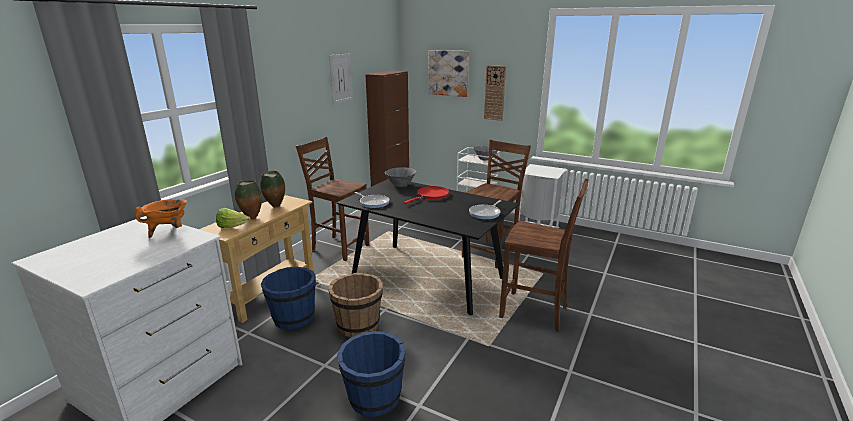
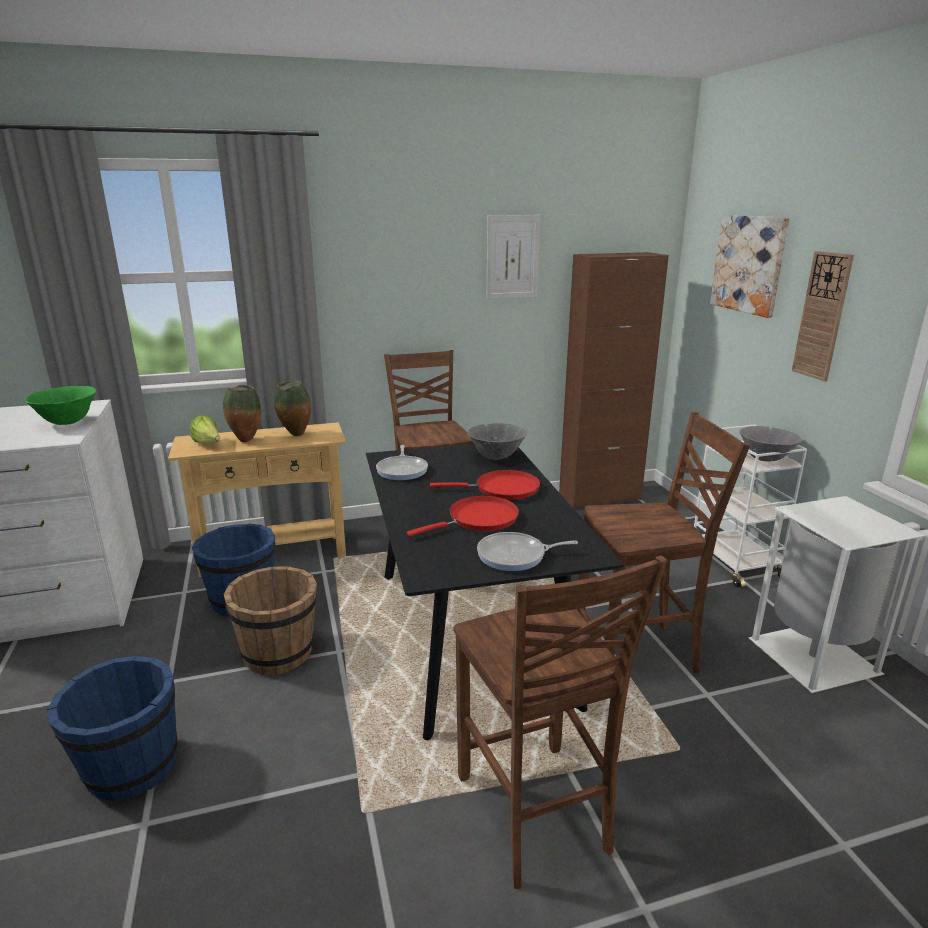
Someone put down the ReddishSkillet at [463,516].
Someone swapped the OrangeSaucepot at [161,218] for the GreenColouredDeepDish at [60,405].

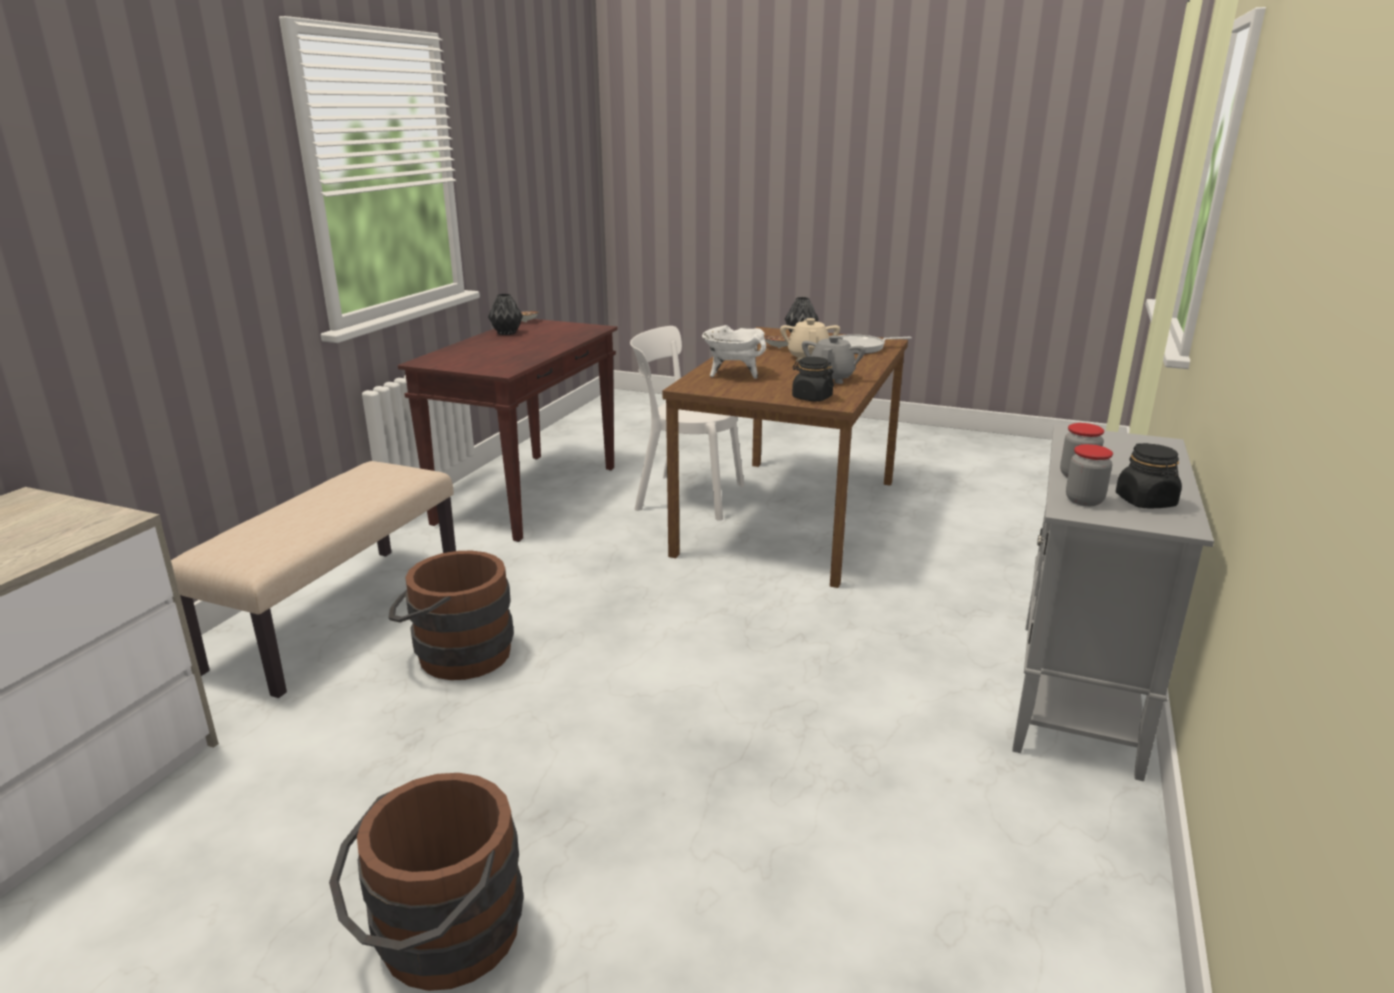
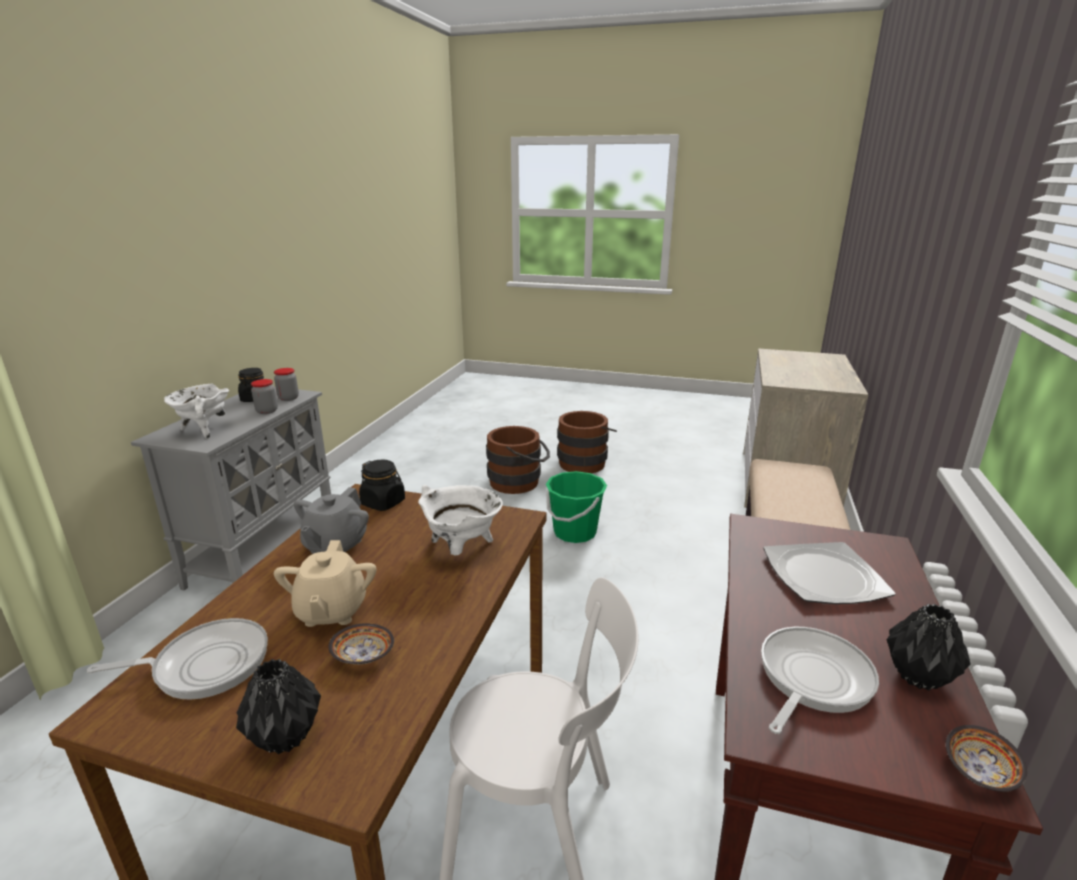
Someone put down the WhitishSaucepot at [196,411].
Someone put down the GreenColouredWaterBucket at [576,507].
Someone put down the Skillet at [820,680].
Someone put down the FlatDish at [829,573].
Someone carried the BrownColouredWaterBucket from [451,615] to [518,460].

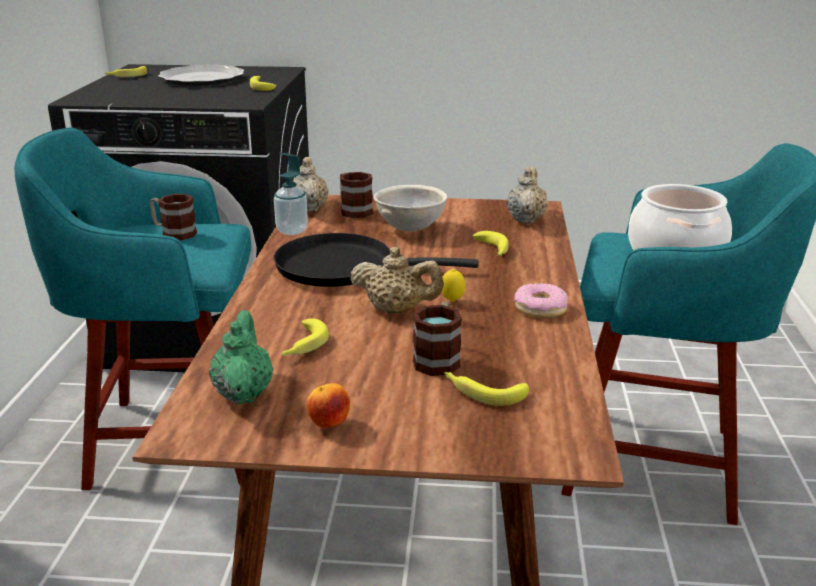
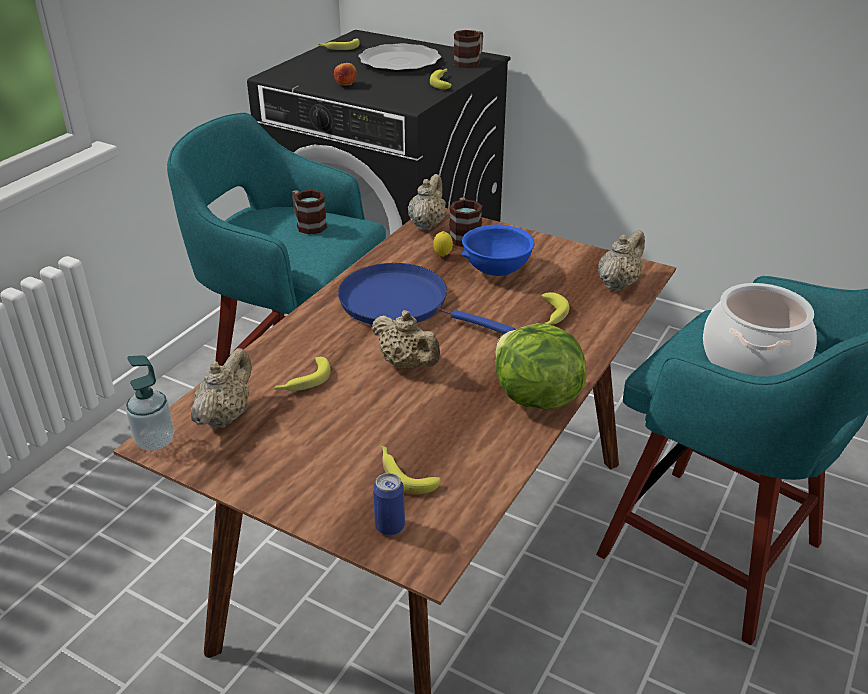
Someone put down the Can at [389,504].
Someone carried the SoapDispenser from [291,194] to [150,403].
Someone carried the WholeApple from [328,405] to [345,74].
Someone carried the CoffeeMug from [437,339] to [468,49].
Someone carried the CitrusFruit from [453,285] to [443,244].
Someone swapped the Doughnut at [541,300] for the LettuceHead at [541,366].
Someone repainted the GreenColouredPotForTea at [241,357], which became the BeigePotForTea at [221,388].
Someone repainted the BlackColouredSkillet at [376,260], which became the BluishSkillet at [426,298].
Someone repainted the GreyDeepDish at [410,208], which became the BluishDeepDish at [497,250].

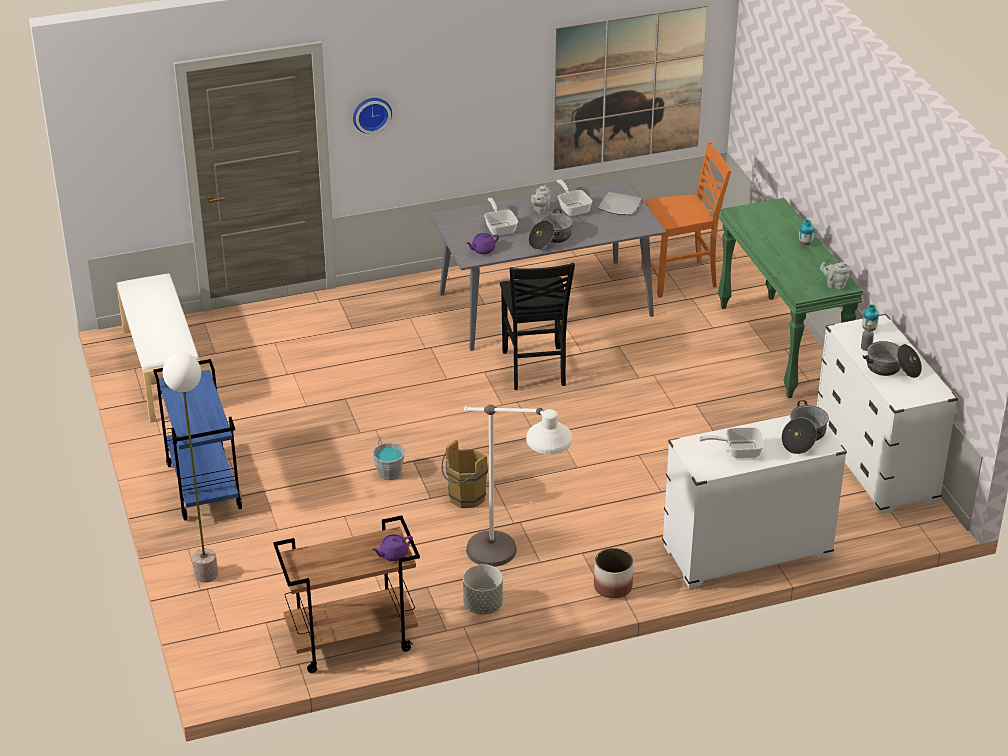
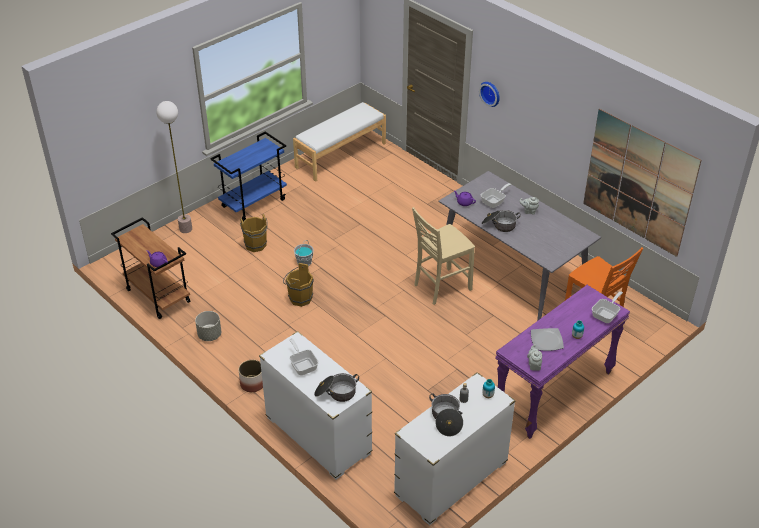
Someone took away the WhitishStandardLamp at [518,486].
Someone put down the BrownColouredWaterBucket at [254,233].
Someone carried the Skillet from [574,197] to [607,307].
Someone carried the FlatDish from [620,203] to [547,339].
Someone repainted the BlackColouredPlainChair at [537,326], which became the BeigePlainChair at [443,256].
Someone repainted the GreenColouredConsoleTable at [790,298], which became the PurpleColouredConsoleTable at [562,362].

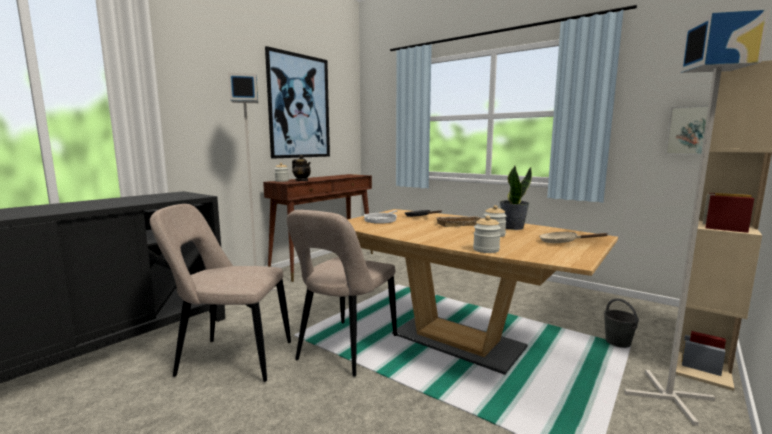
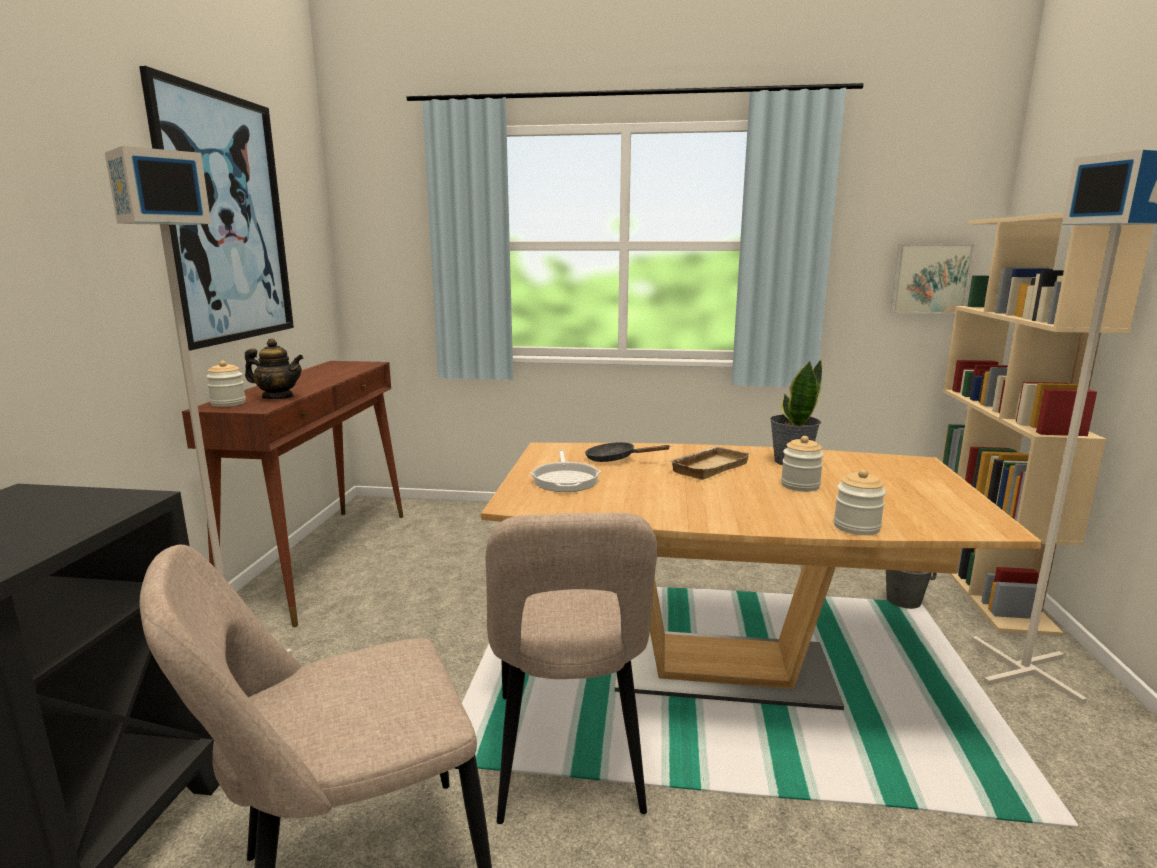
Someone took away the BeigeSkillet at [573,237].

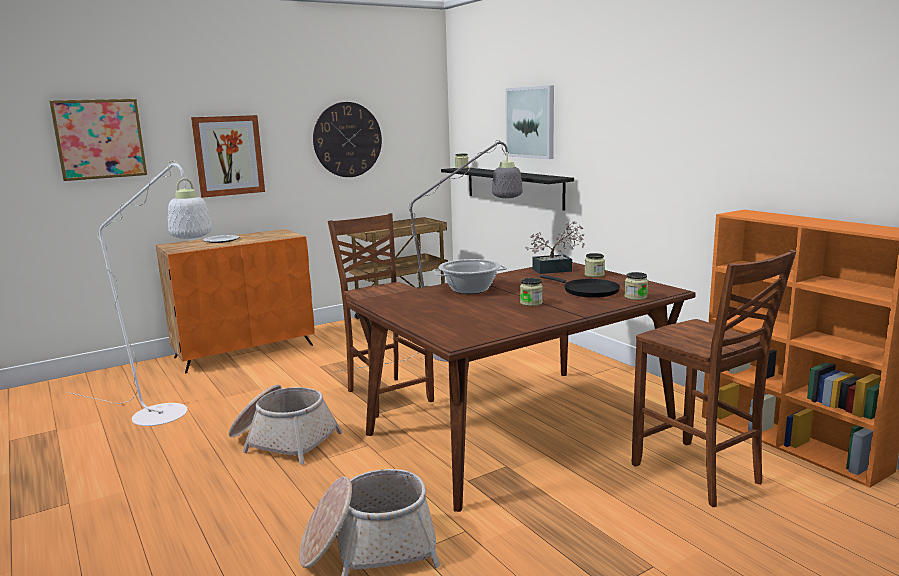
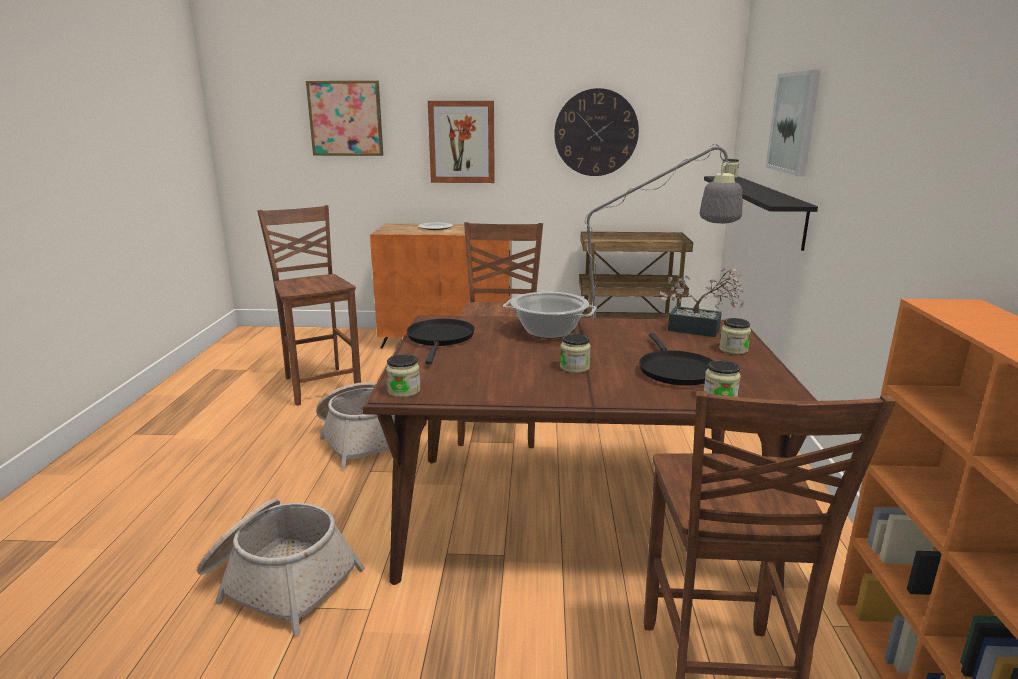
Someone put down the Jar at [403,375].
Someone put down the BlackColouredSkillet at [441,341].
Someone swapped the WhitishStandardLamp at [139,293] for the BrownColouredPlainChair at [309,305].

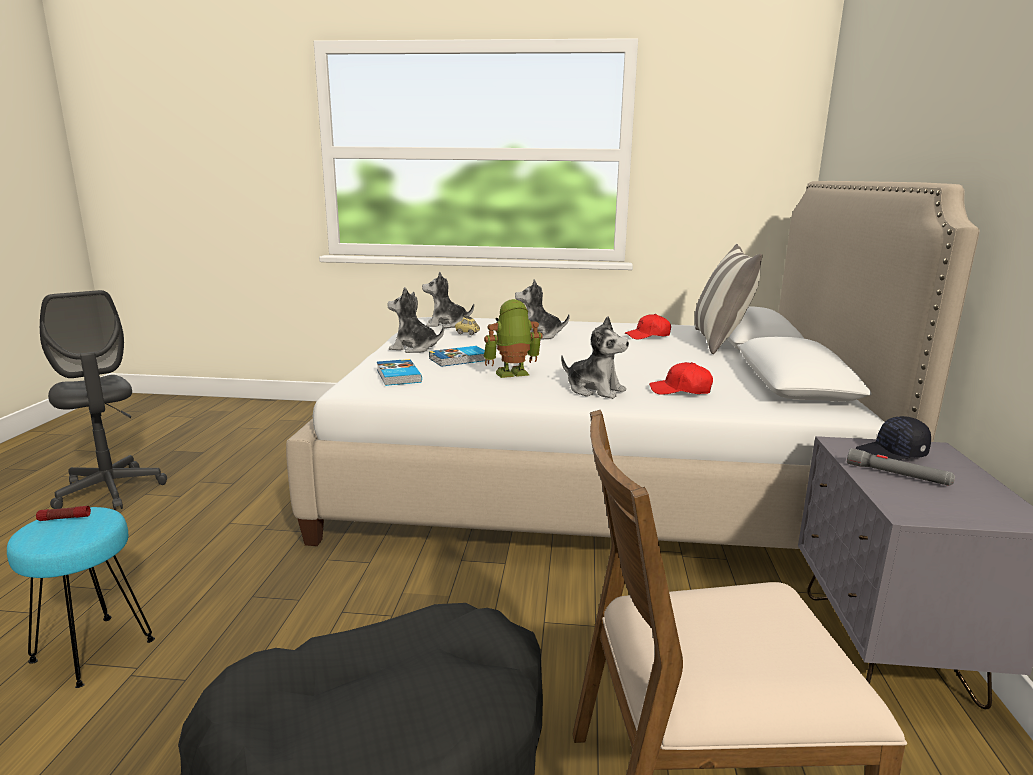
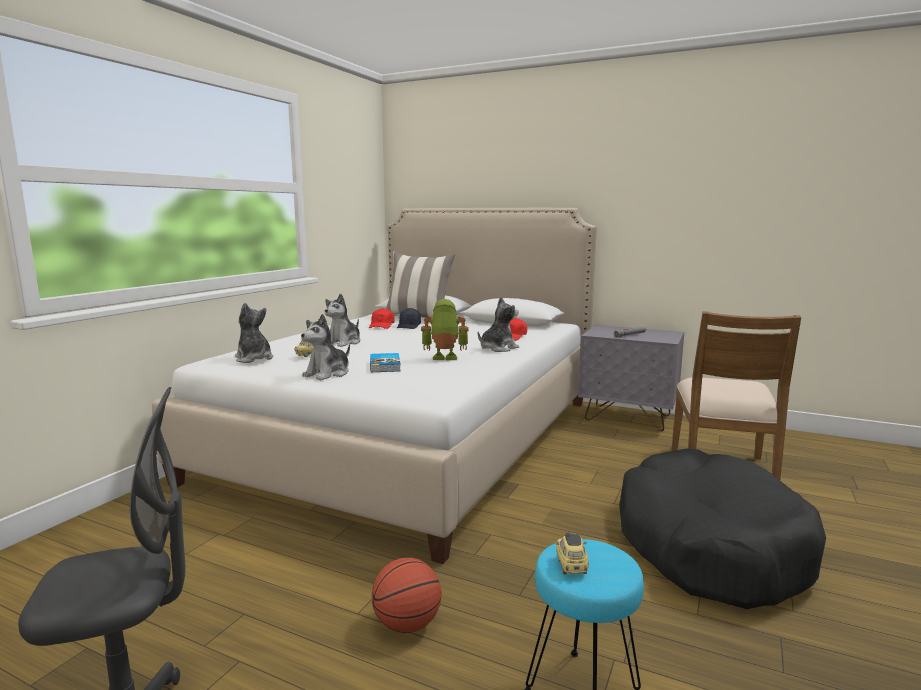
Someone took away the BoundBook at [399,372].
Someone put down the BasketballBall at [406,595].
Someone carried the BlackColouredPeakedCap from [893,438] to [409,318].
Someone swapped the HandTorch at [63,513] for the ModelCar at [572,553].
Someone rotated the PlushToy at [448,299] by 120 degrees clockwise.
Someone rotated the ModelRobot at [513,338] by 90 degrees clockwise.

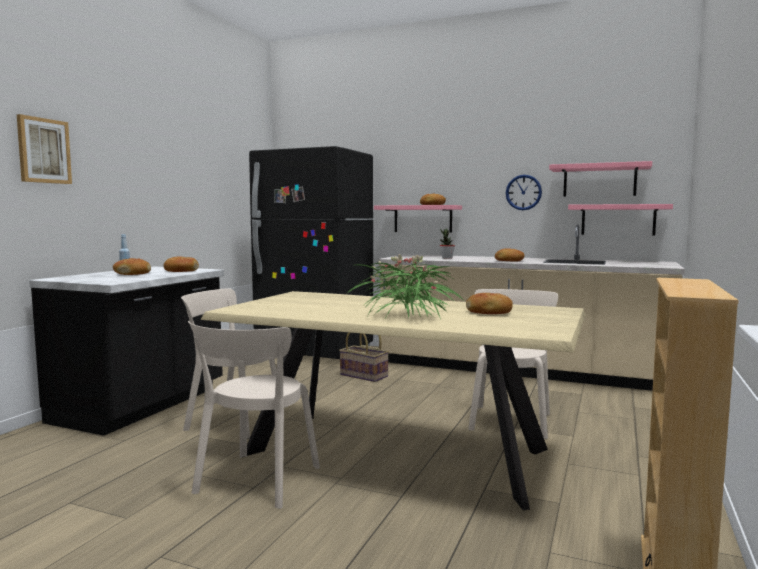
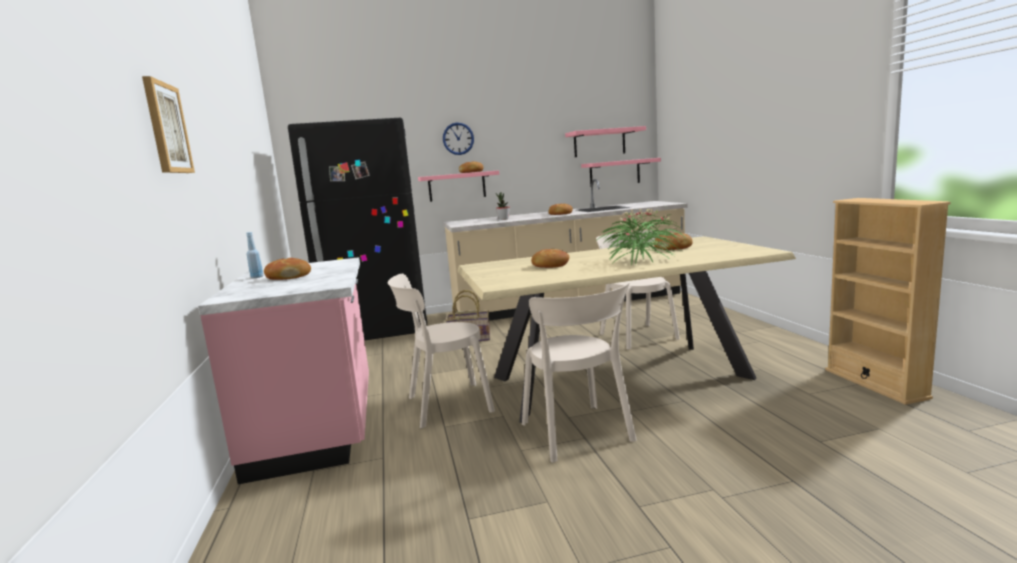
Someone carried the BakedBread from [181,264] to [550,258].
Someone carried the HangingClock from [524,192] to [458,138].
Someone repainted the BlackColouredCounter at [126,351], which became the PinkColouredCounter at [283,370].

